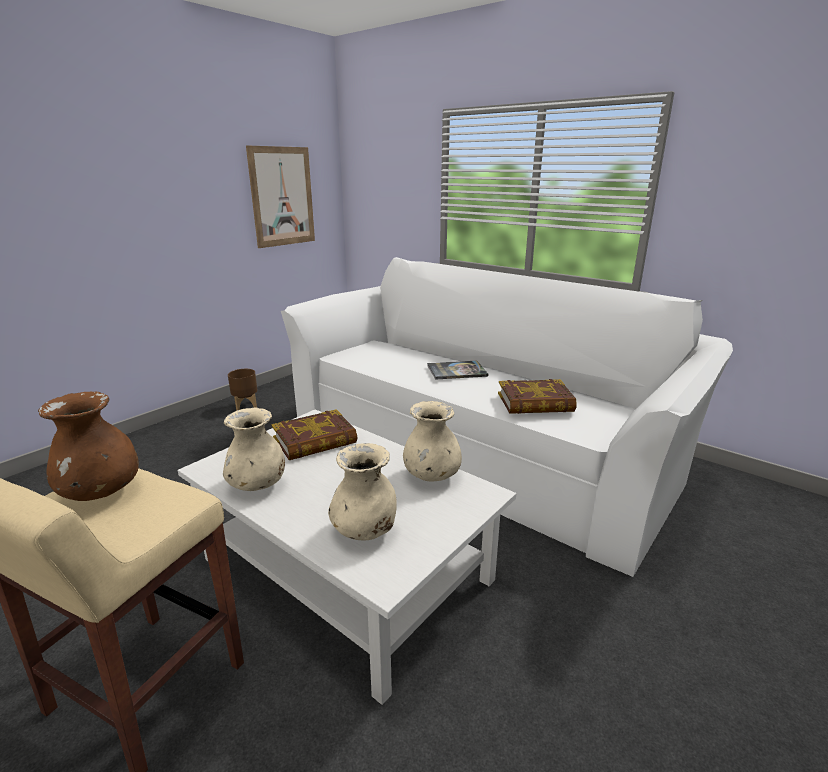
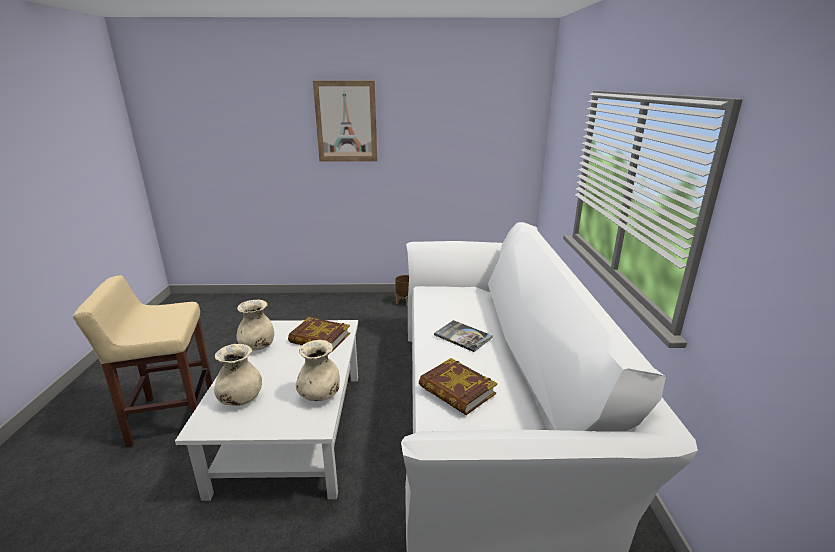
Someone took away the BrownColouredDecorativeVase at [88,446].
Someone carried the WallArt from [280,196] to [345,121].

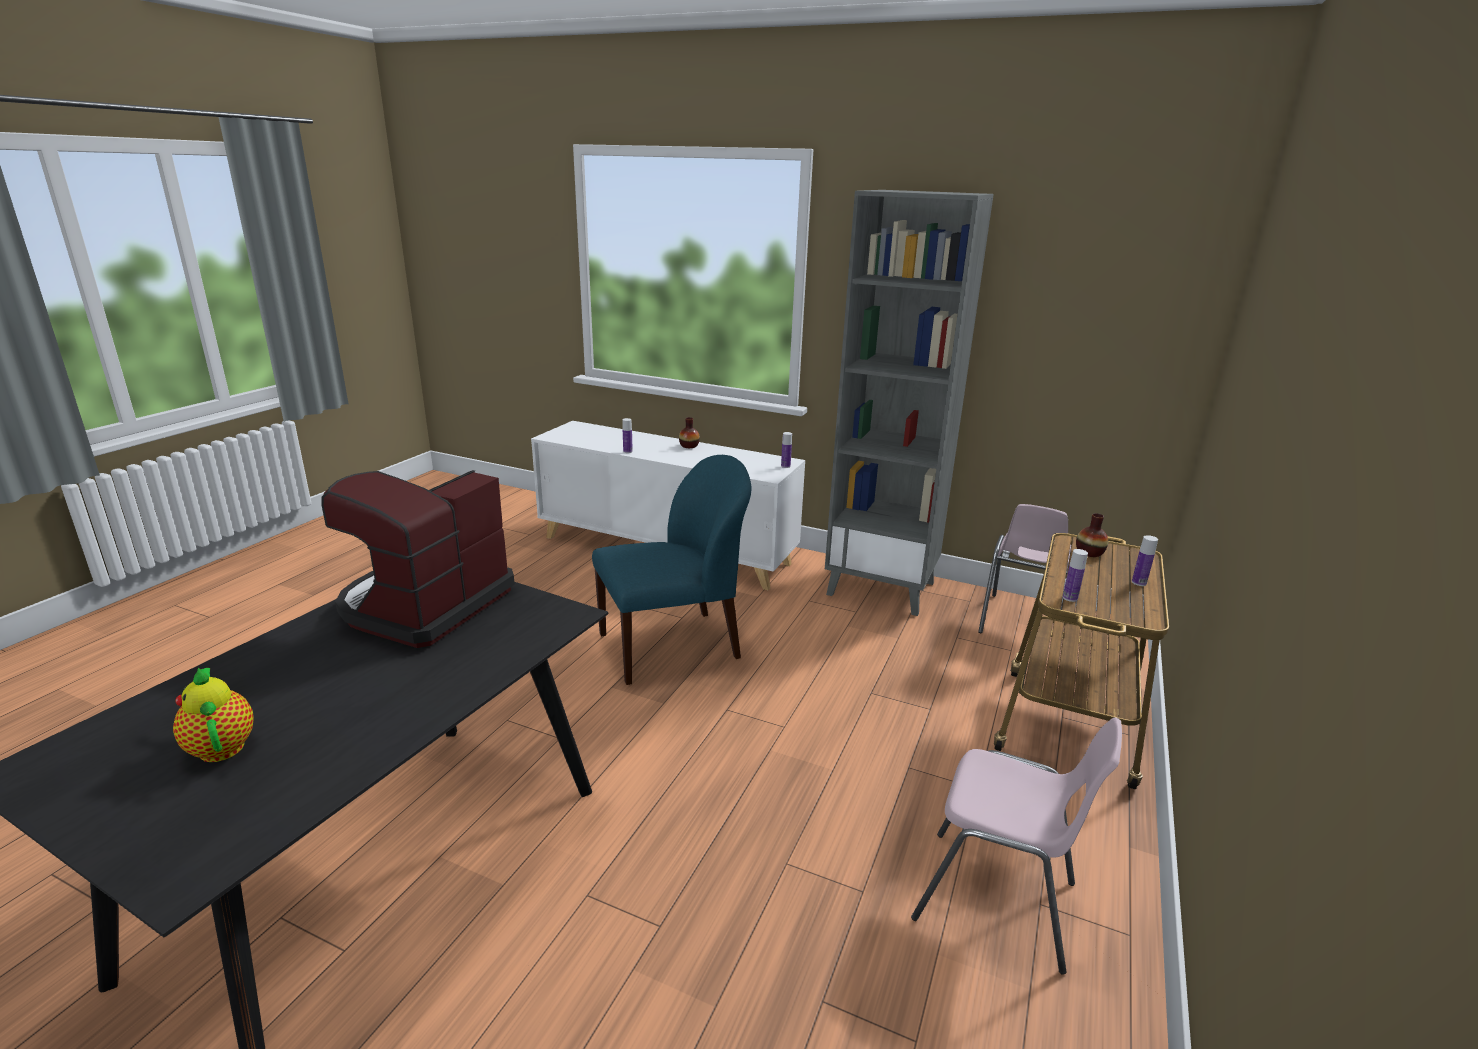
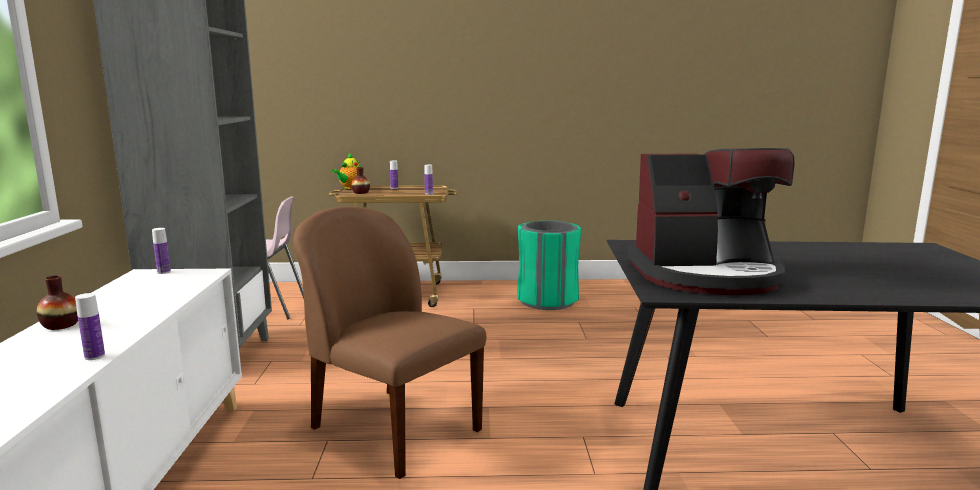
Someone carried the PotForTea from [213,714] to [348,171].
Someone swapped the PinkColouredPlainChair at [1016,846] for the GreenColouredWasteBin at [549,265].
Someone repainted the BluishPlainChair at [671,570], which became the BrownColouredPlainChair at [390,342].

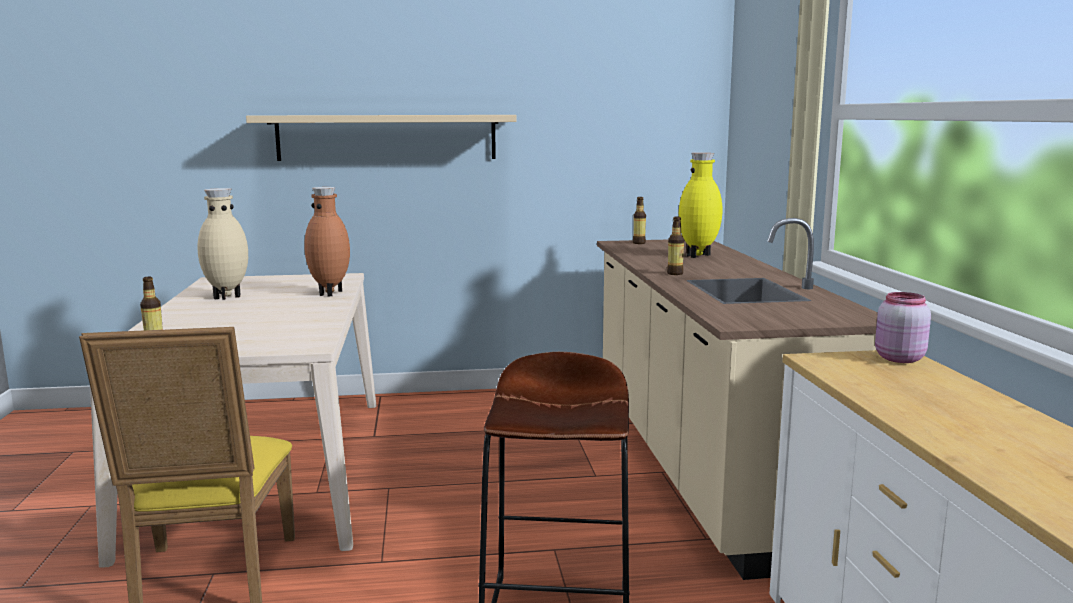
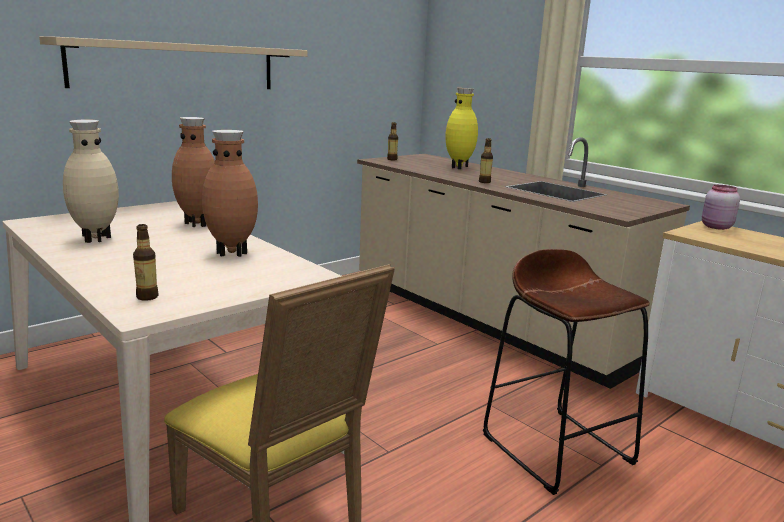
Someone put down the BrownColouredDecorativeVase at [230,193].

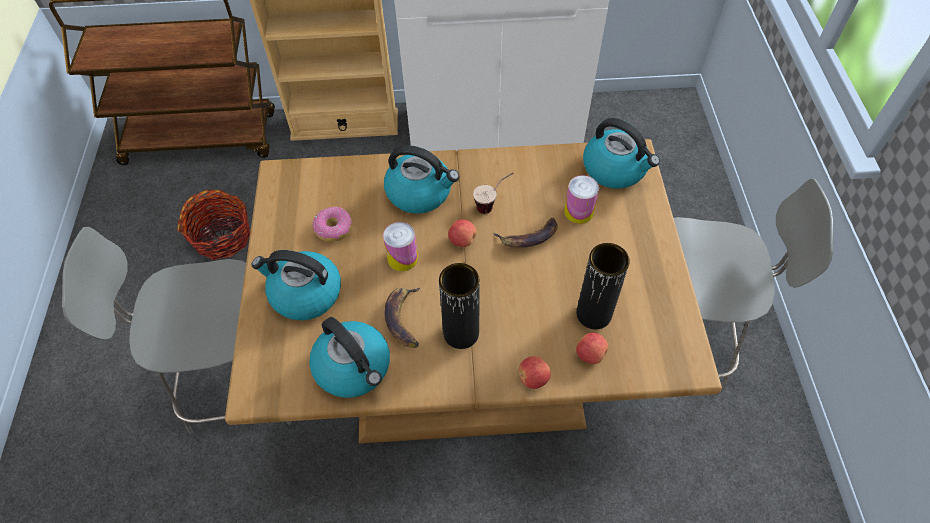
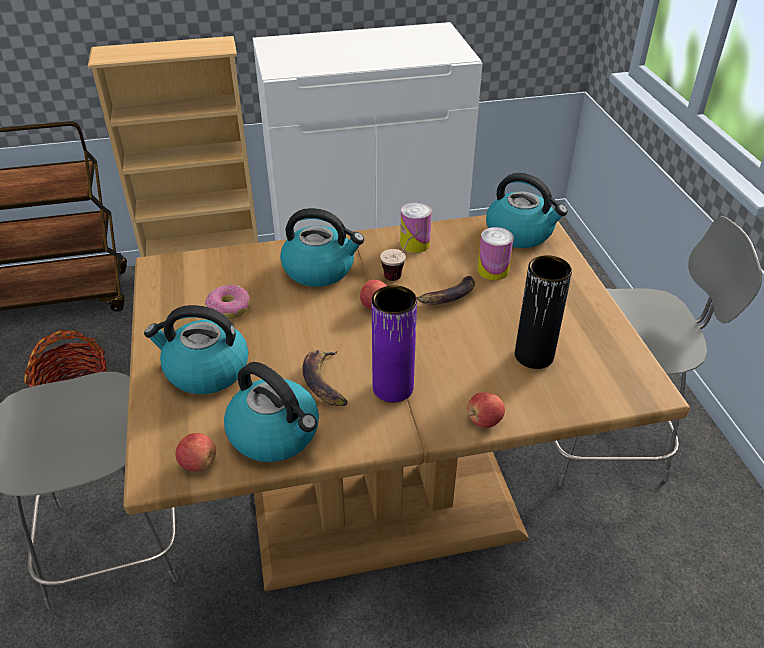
Someone carried the Can from [400,246] to [416,227].
Someone carried the WholeApple from [592,348] to [196,452].
Someone repainted the BlackColouredDecorativeVase at [459,306], which became the PurpleColouredDecorativeVase at [394,343].

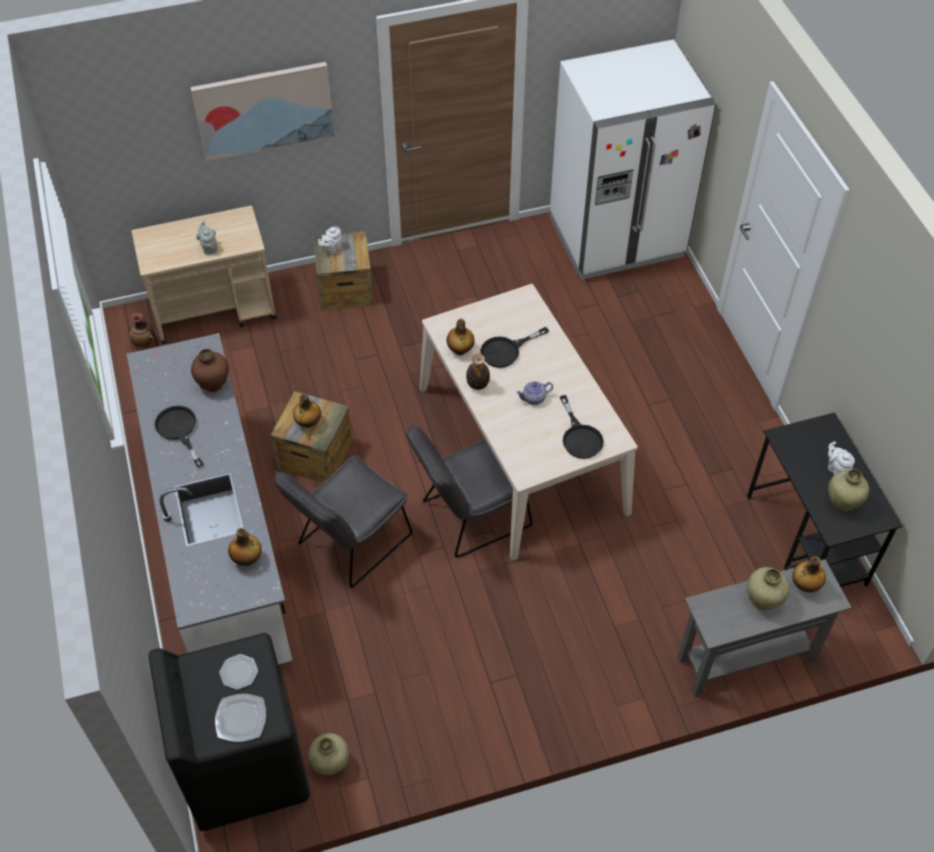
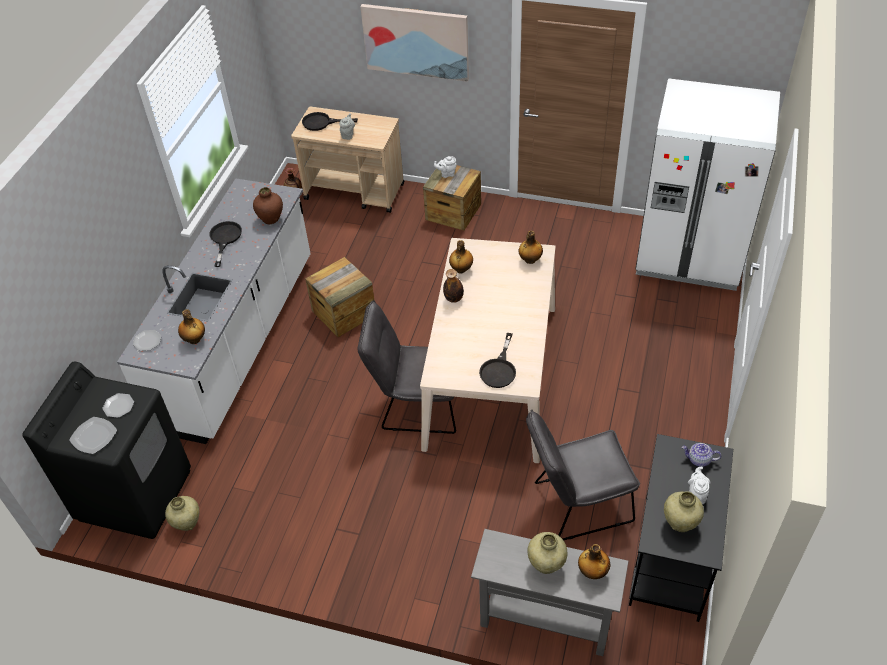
Someone put down the FlatDish at [147,340].
Someone carried the GreyPlainChair from [343,521] to [583,475].
Someone carried the BeverageBottle from [307,411] to [531,247].
Someone carried the BlackColouredSkillet from [514,347] to [330,121].
Someone carried the PotForTea from [534,393] to [701,455].

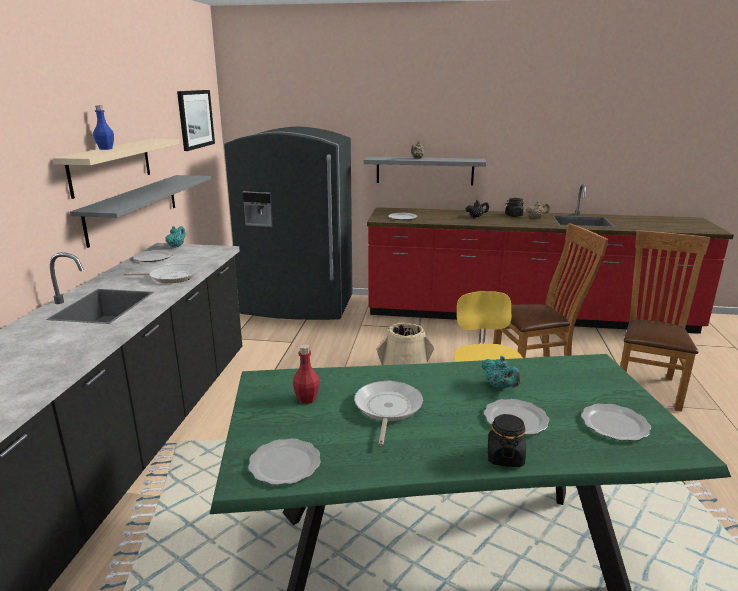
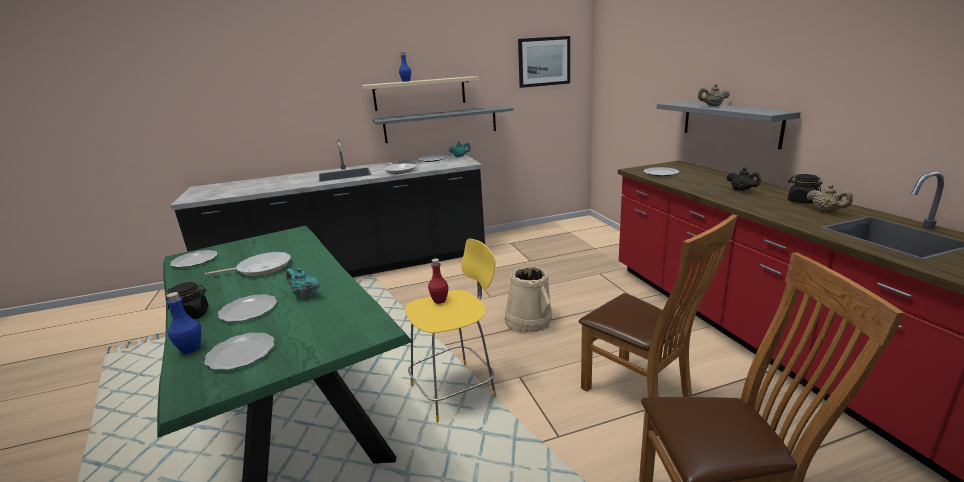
Someone took away the GreyRefrigerator at [288,223].
Someone put down the BluishBeverageBottle at [184,323].
Someone carried the ReddishBeverageBottle from [306,374] to [438,281].
Someone rotated the TurquoisePotForTea at [500,372] by 90 degrees clockwise.

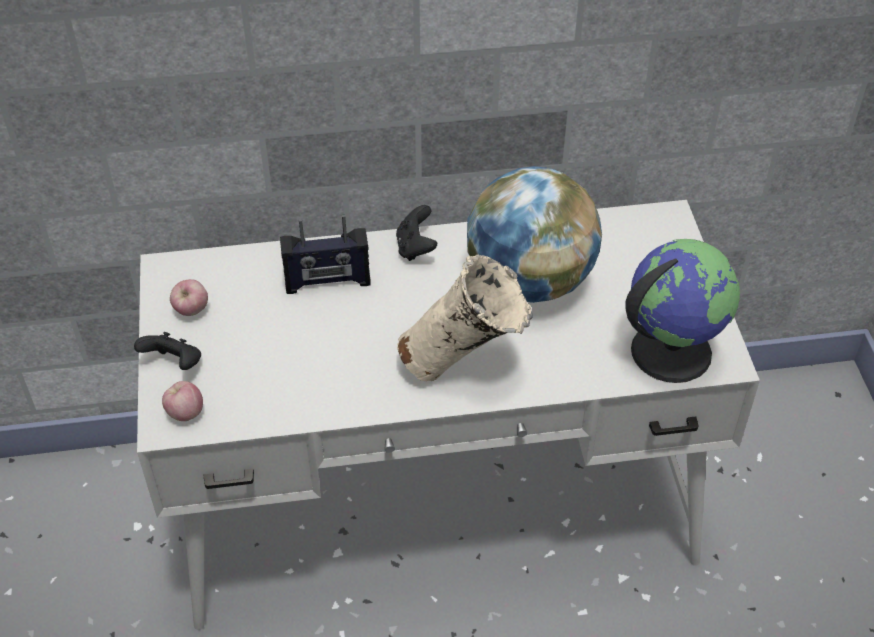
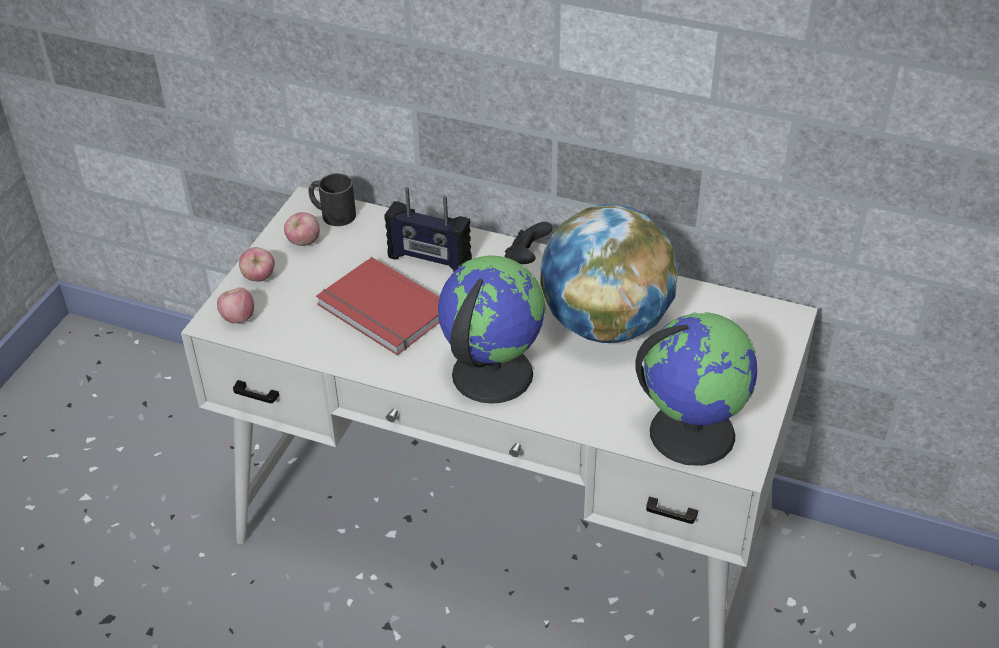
Someone put down the BlackColouredCoffeeMug at [332,199].
Someone put down the ReddishBoundBook at [378,306].
Someone swapped the BlackColouredGameController at [167,351] for the WholeApple at [257,264].
Someone swapped the BeigeDecorativeVase at [464,317] for the DeskGlobe at [492,330].

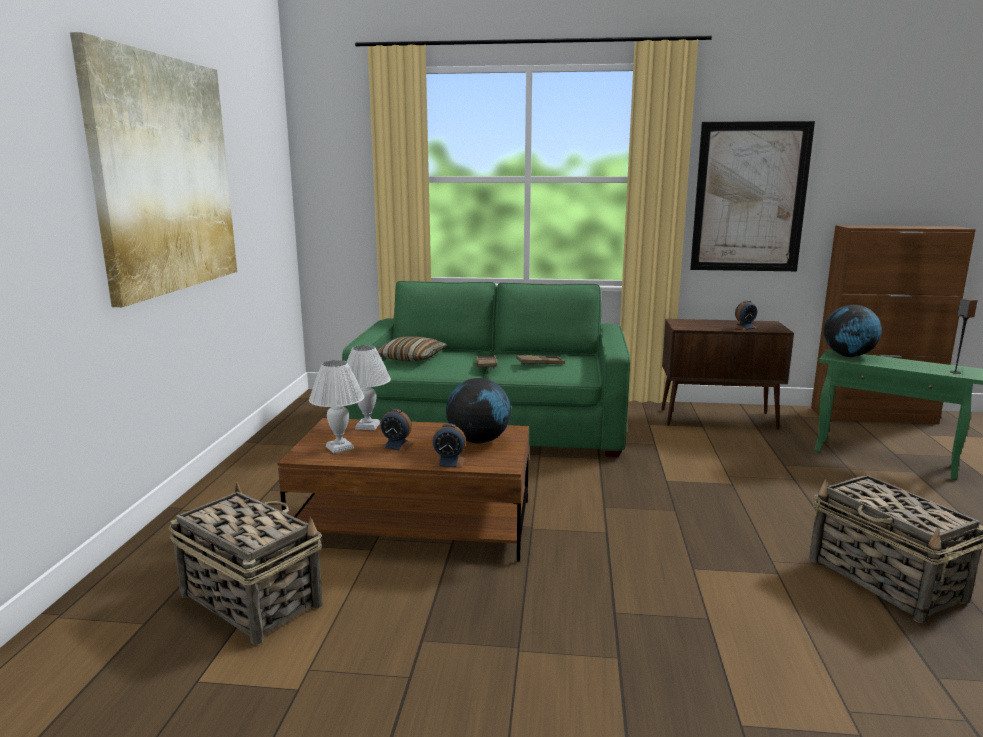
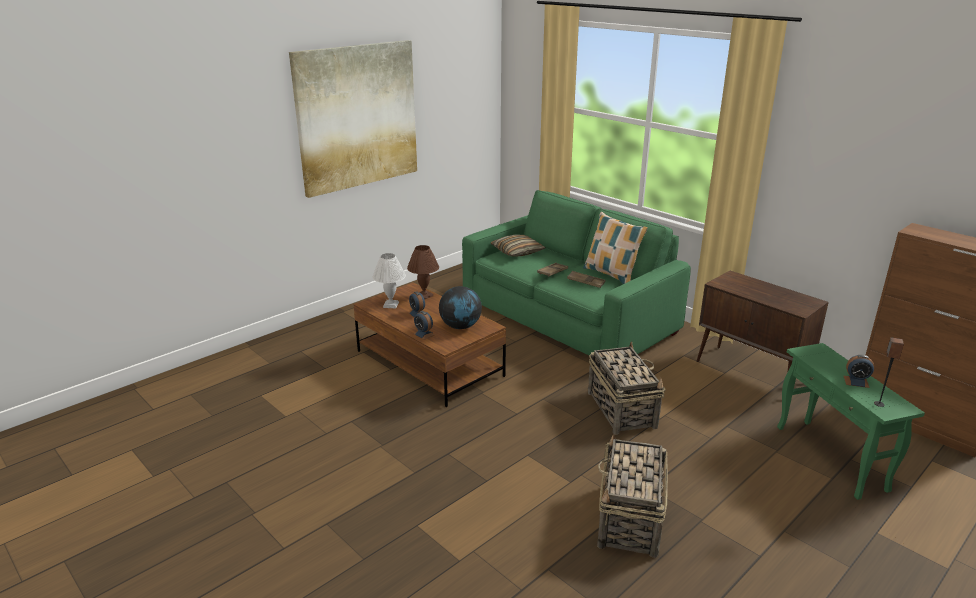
Someone took away the WallArt at [752,196].
Someone took away the DeskGlobe at [853,331].
Someone put down the ThrowPillow at [615,248].
Someone carried the Basket from [246,564] to [627,388].
Someone carried the AlarmClock from [744,315] to [859,371].
Someone repainted the WhitishTabletopLamp at [369,387], which became the BrownColouredTabletopLamp at [423,272].

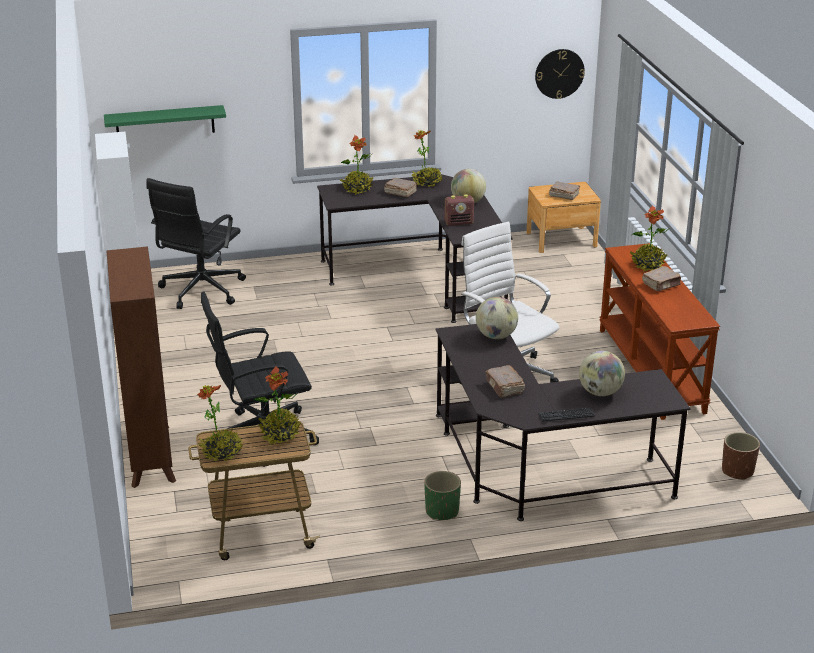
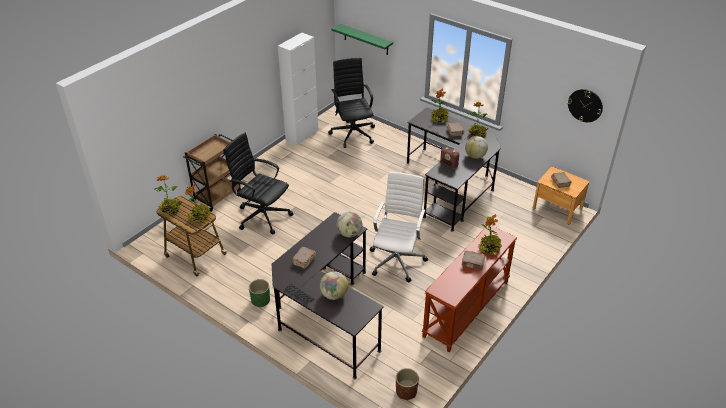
Someone swapped the BrownColouredShelvingUnit at [141,367] for the BrownColouredCart at [212,173].
Someone rotated the BlackColouredComputerChair at [196,243] by 90 degrees clockwise.

